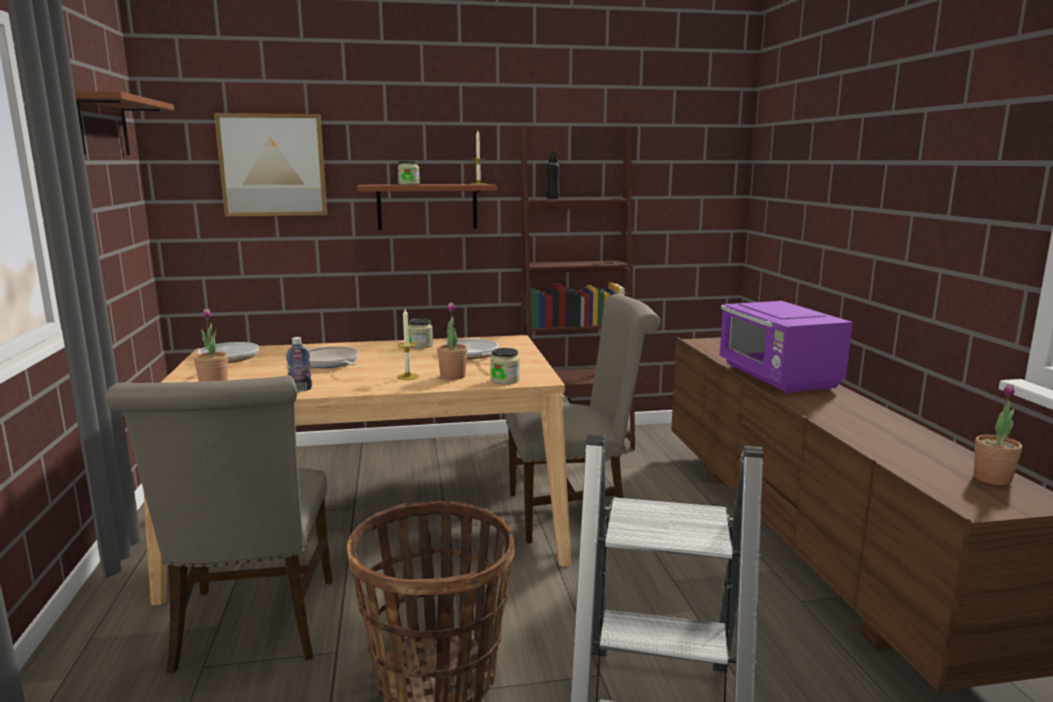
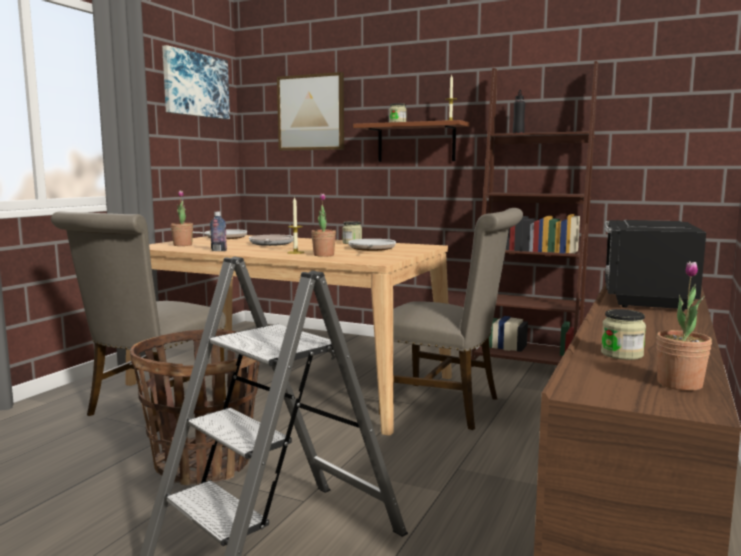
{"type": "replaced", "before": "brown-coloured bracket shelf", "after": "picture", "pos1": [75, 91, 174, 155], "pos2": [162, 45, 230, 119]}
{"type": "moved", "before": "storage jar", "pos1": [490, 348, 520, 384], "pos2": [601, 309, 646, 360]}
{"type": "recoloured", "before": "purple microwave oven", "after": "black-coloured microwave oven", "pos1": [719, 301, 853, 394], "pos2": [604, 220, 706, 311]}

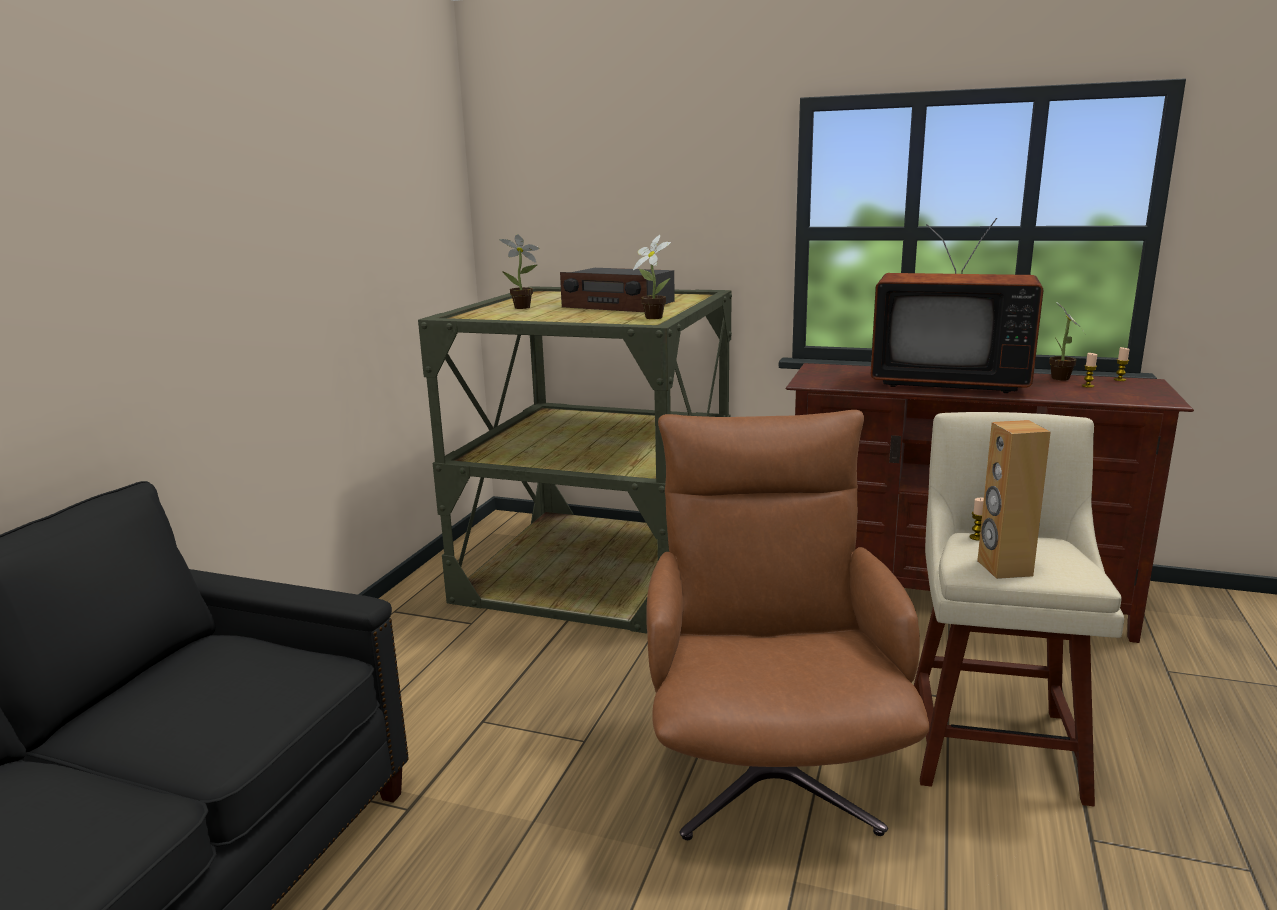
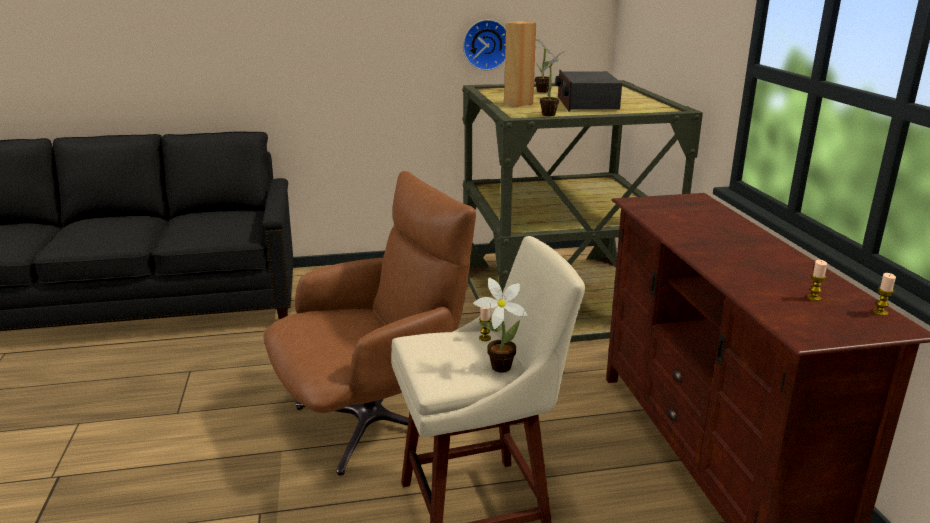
{"type": "removed", "before": "television", "pos1": [871, 218, 1043, 393]}
{"type": "moved", "before": "brown-coloured loudspeaker", "pos1": [977, 420, 1051, 579], "pos2": [504, 21, 536, 107]}
{"type": "moved", "before": "plant in a pot", "pos1": [1049, 301, 1086, 380], "pos2": [473, 278, 528, 373]}
{"type": "added", "after": "hanging clock", "pos2": [463, 20, 506, 70]}

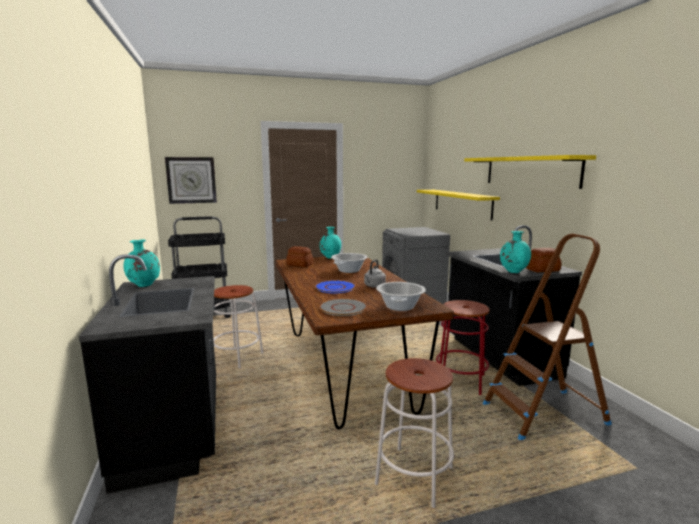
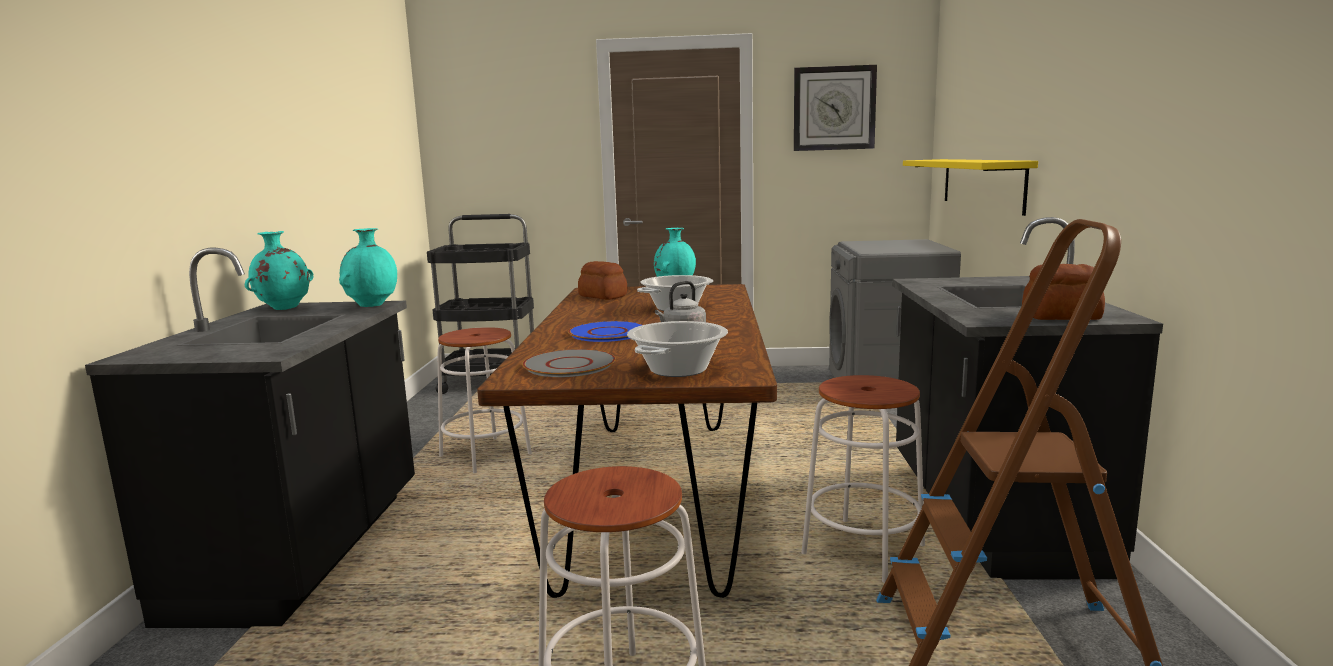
{"type": "moved", "before": "hanging clock", "pos1": [165, 157, 217, 204], "pos2": [794, 65, 877, 151]}
{"type": "recoloured", "before": "reddish stool seat", "after": "white stool seat", "pos1": [436, 300, 490, 395], "pos2": [802, 375, 925, 583]}
{"type": "removed", "before": "yellow-coloured bracket shelf", "pos1": [464, 155, 596, 189]}
{"type": "moved", "before": "turquoise-coloured decorative vase", "pos1": [500, 231, 531, 273], "pos2": [339, 228, 397, 307]}

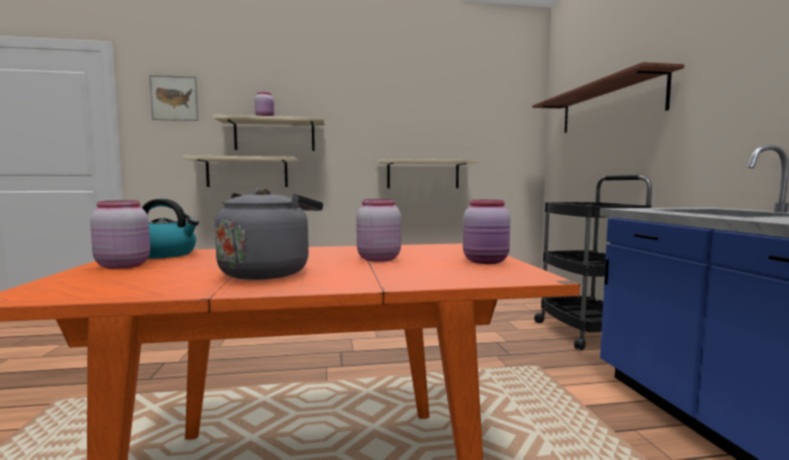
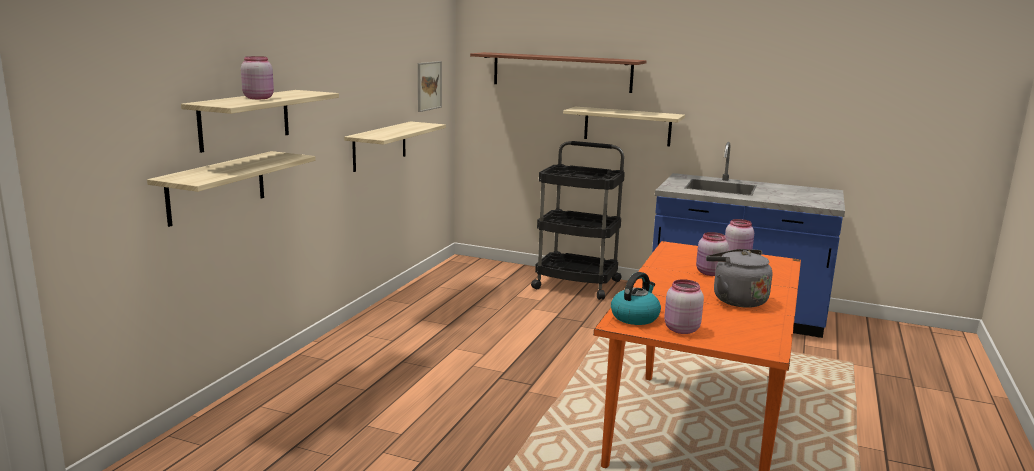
{"type": "moved", "before": "picture", "pos1": [149, 75, 199, 121], "pos2": [418, 61, 442, 112]}
{"type": "added", "after": "bracket shelf", "pos2": [563, 107, 685, 146]}

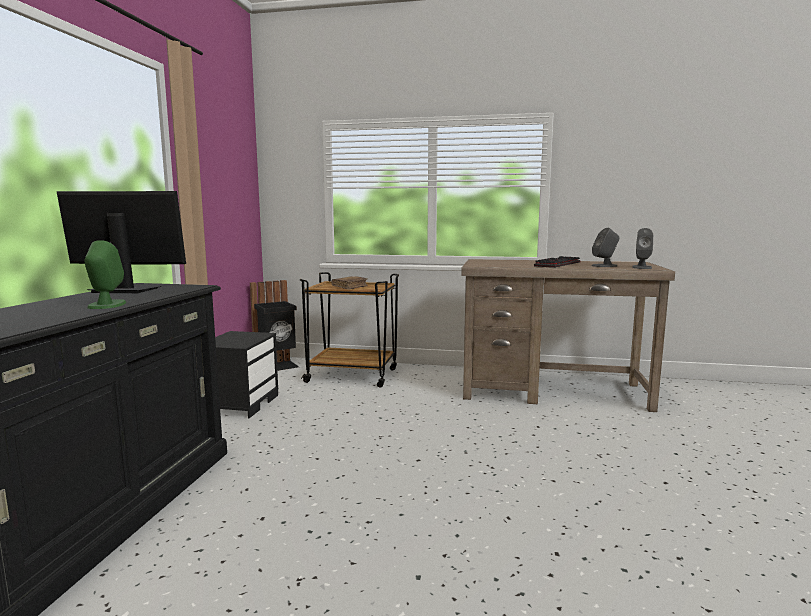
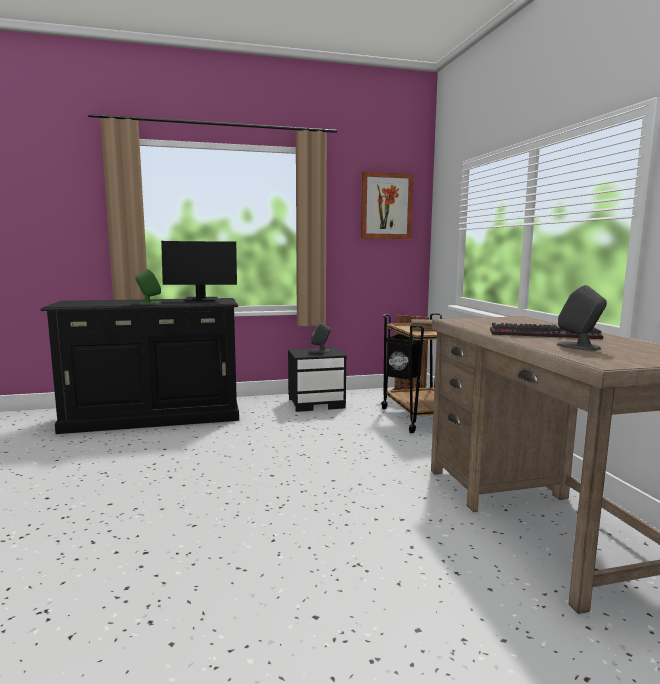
{"type": "turned", "before": "computer display", "pos1": [56, 191, 186, 293], "pos2": [161, 241, 237, 301], "turn": 105}
{"type": "moved", "before": "gray loudspeaker", "pos1": [632, 228, 653, 269], "pos2": [310, 322, 331, 353]}
{"type": "added", "after": "picture", "pos2": [361, 172, 413, 239]}

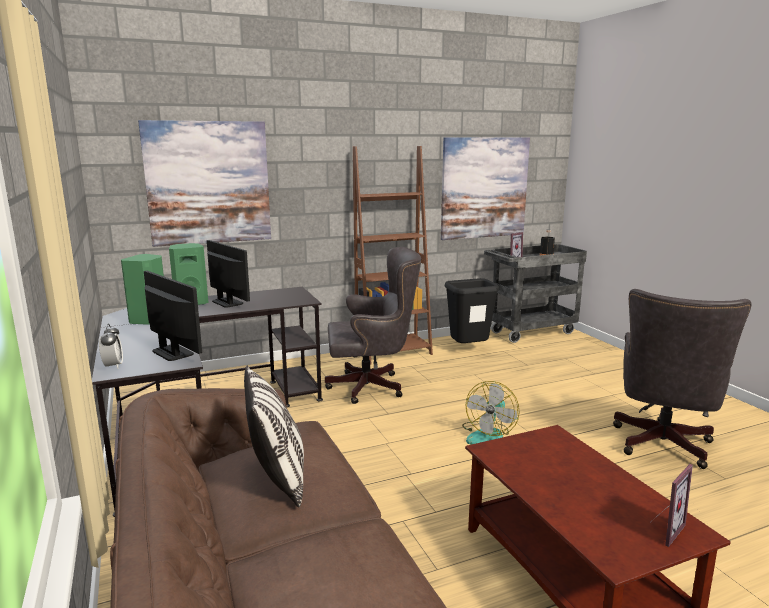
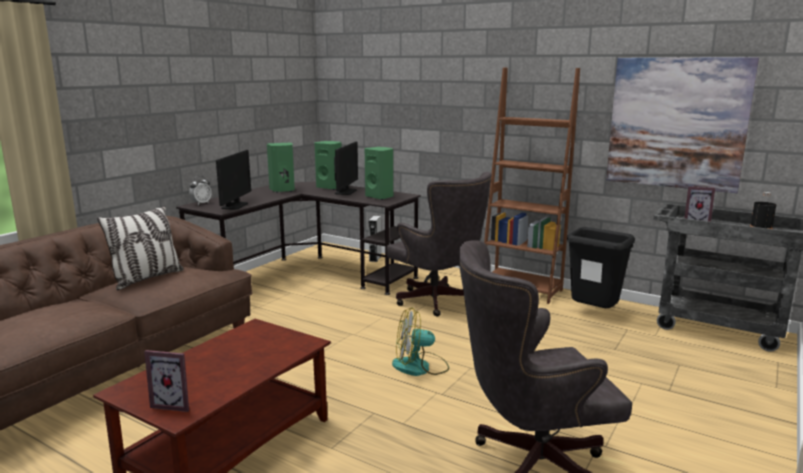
{"type": "removed", "before": "picture", "pos1": [138, 120, 271, 247]}
{"type": "added", "after": "green-coloured loudspeaker", "pos2": [365, 147, 393, 200]}
{"type": "added", "after": "gray loudspeaker", "pos2": [369, 216, 381, 262]}

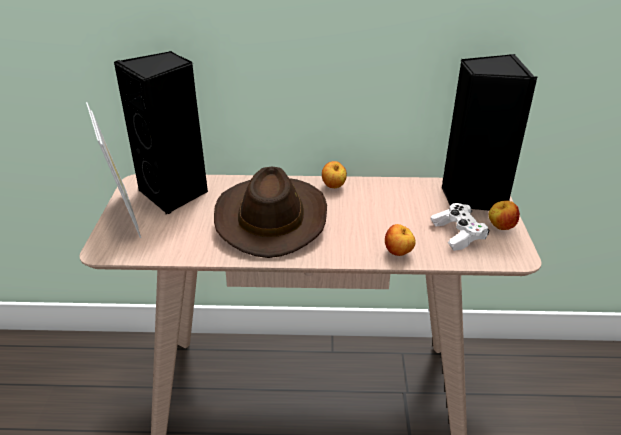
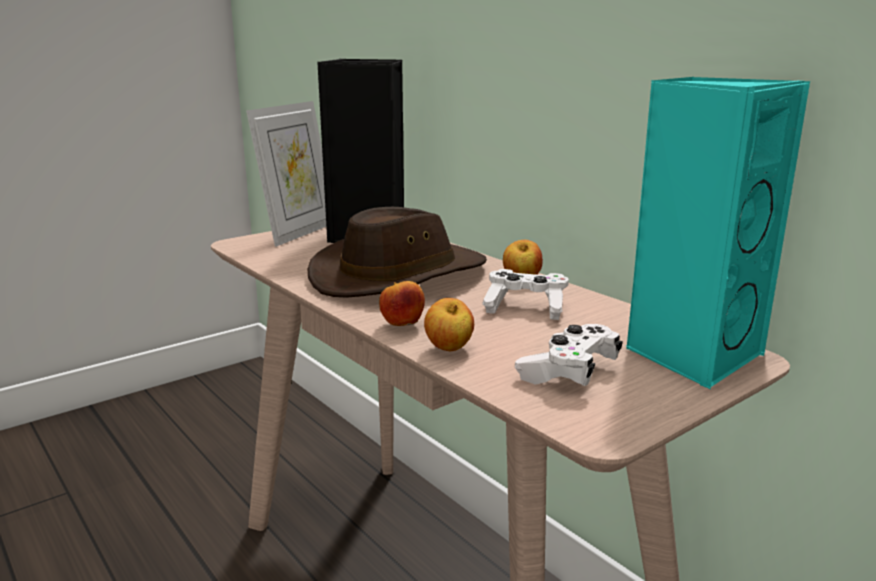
{"type": "recoloured", "before": "black-coloured loudspeaker", "after": "turquoise-coloured loudspeaker", "pos1": [442, 54, 537, 210], "pos2": [626, 77, 810, 389]}
{"type": "moved", "before": "apple", "pos1": [489, 201, 520, 230], "pos2": [379, 281, 425, 326]}
{"type": "added", "after": "white game controller", "pos2": [482, 269, 569, 320]}

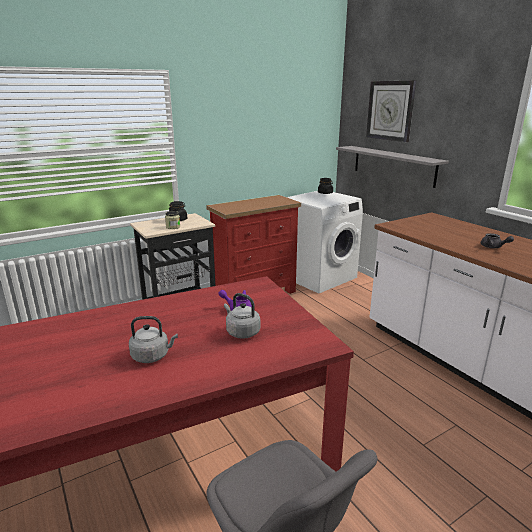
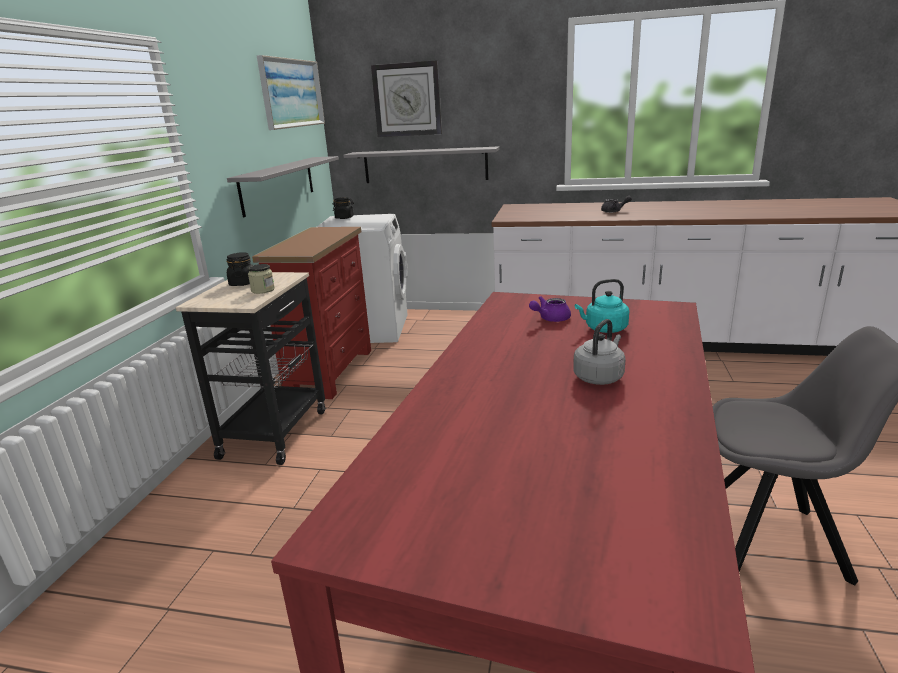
{"type": "recoloured", "before": "gray tea kettle", "after": "turquoise-coloured tea kettle", "pos1": [224, 293, 260, 339], "pos2": [575, 279, 629, 333]}
{"type": "added", "after": "gray bracket shelf", "pos2": [227, 156, 339, 217]}
{"type": "added", "after": "picture", "pos2": [257, 55, 325, 130]}

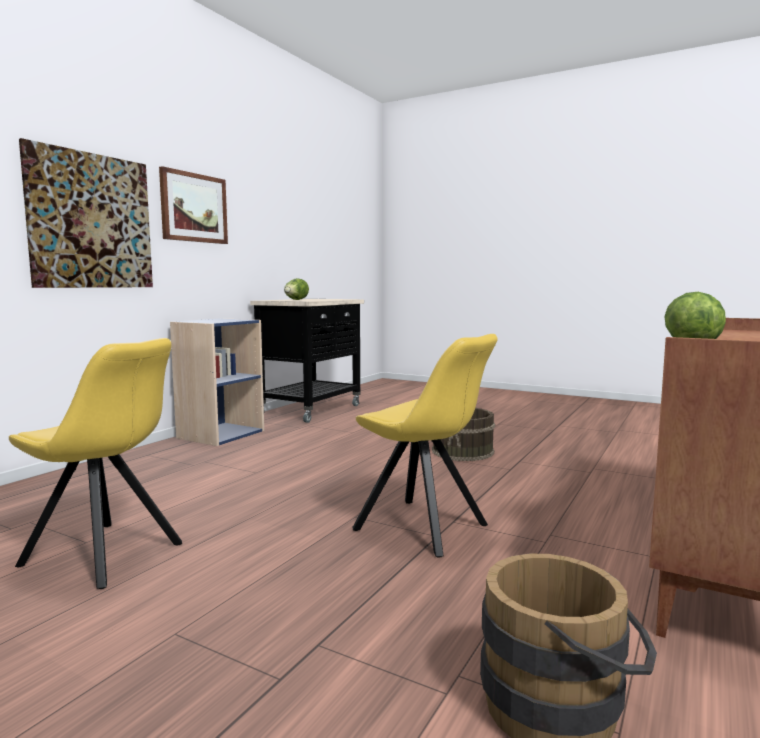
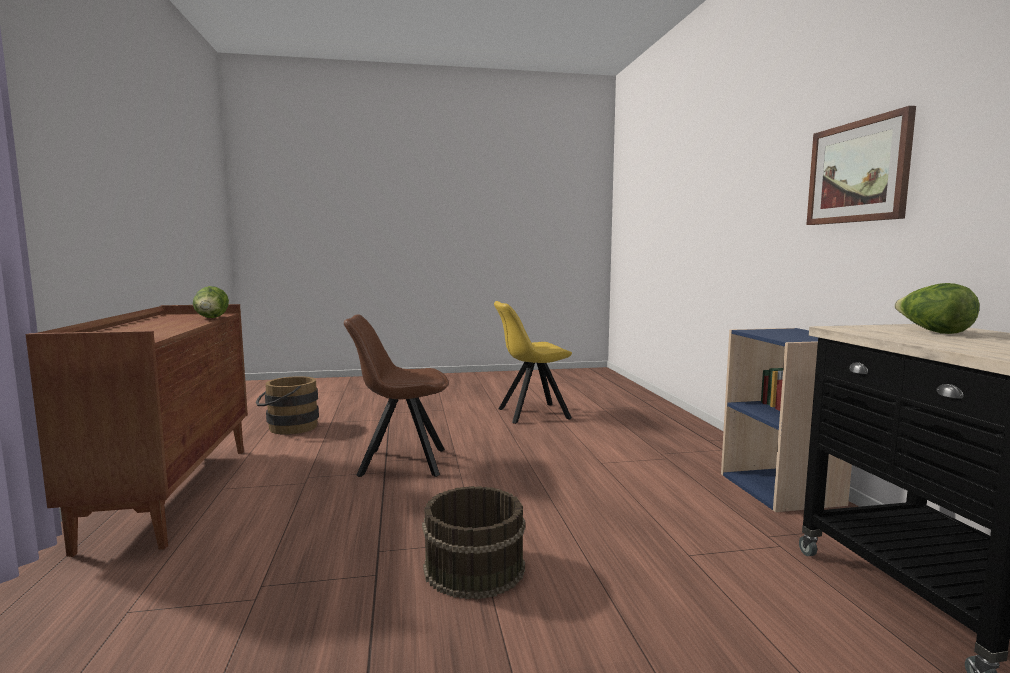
{"type": "removed", "before": "picture", "pos1": [19, 138, 153, 288]}
{"type": "recoloured", "before": "yellow-coloured plain chair", "after": "brown-coloured plain chair", "pos1": [352, 334, 498, 558], "pos2": [344, 314, 449, 477]}

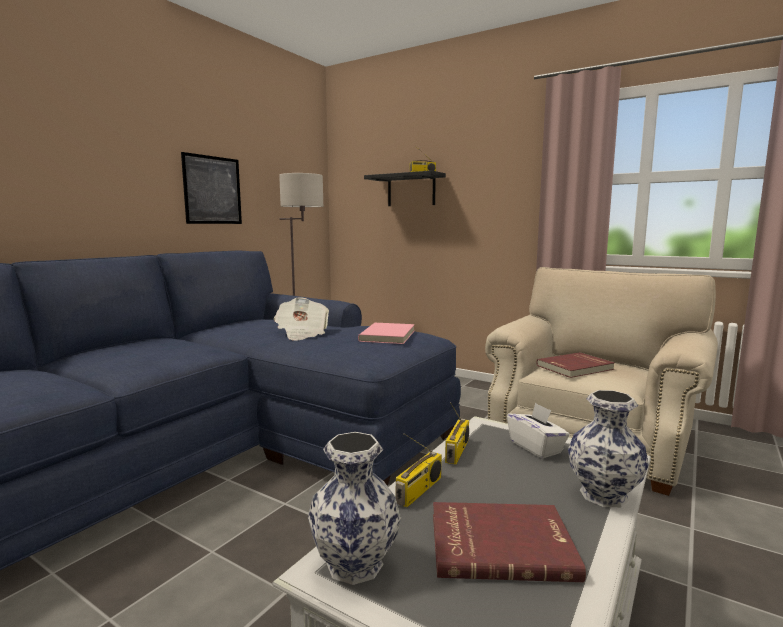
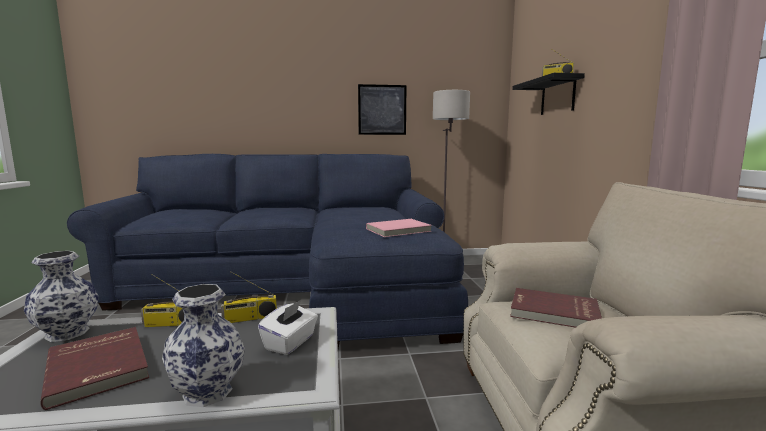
{"type": "removed", "before": "newspaper", "pos1": [274, 298, 329, 341]}

